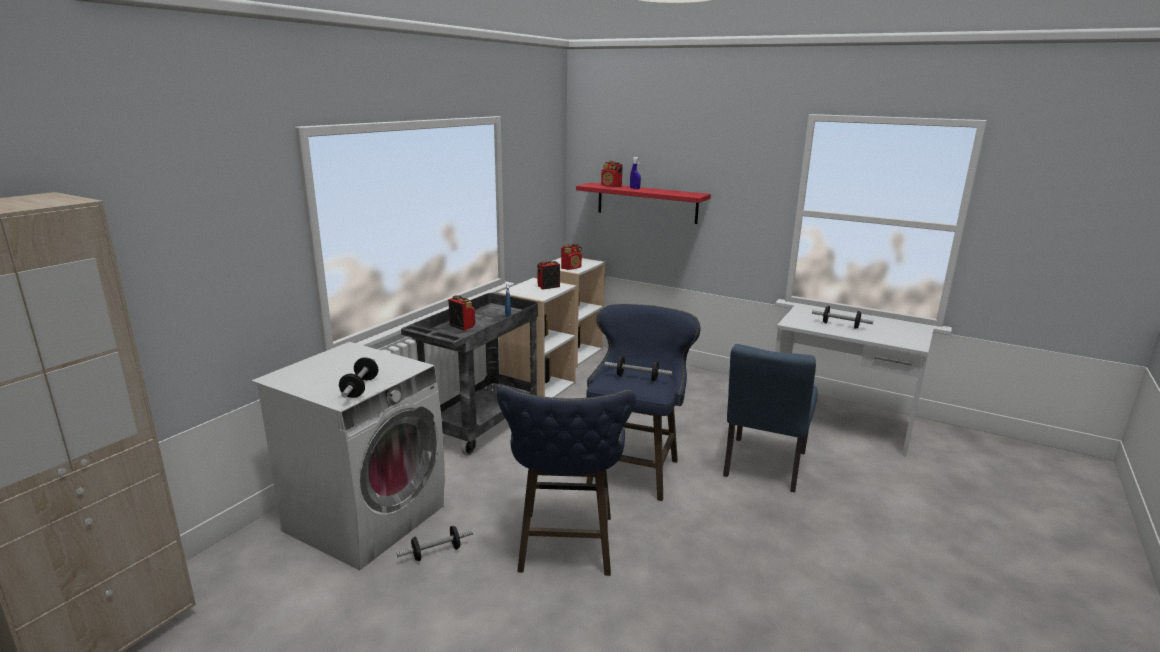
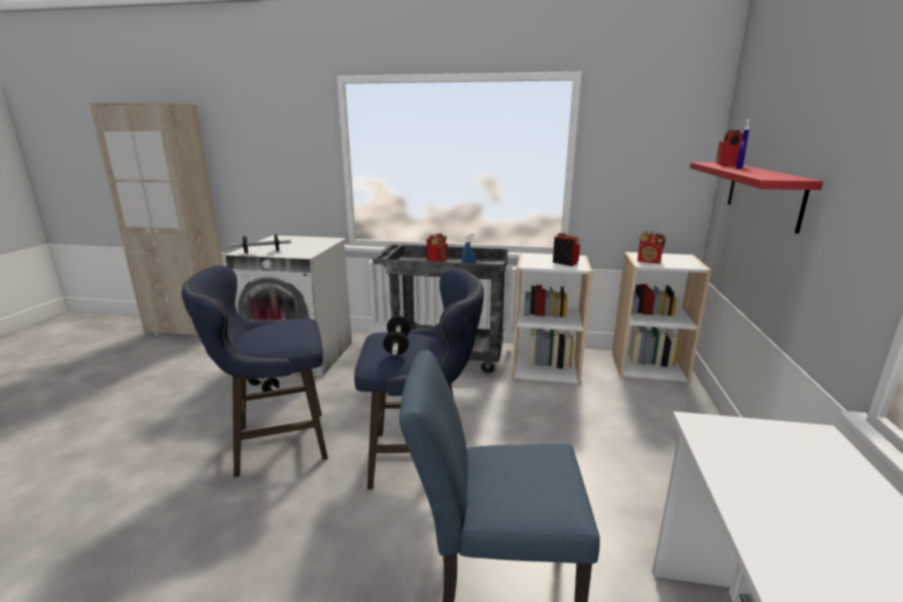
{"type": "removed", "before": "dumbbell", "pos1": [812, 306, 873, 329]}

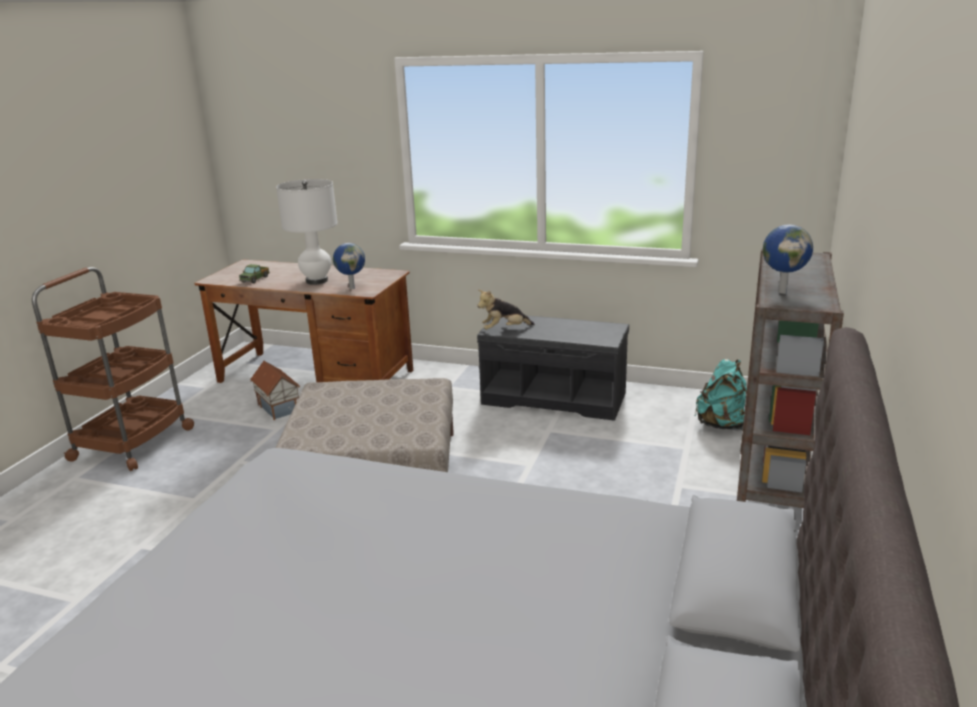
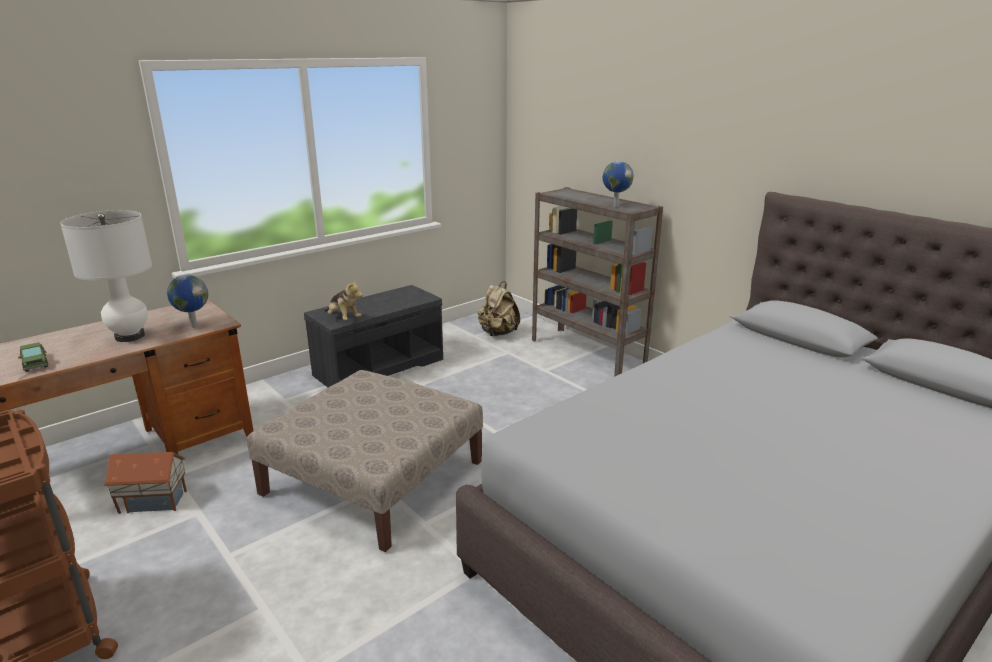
{"type": "turned", "before": "plush toy", "pos1": [477, 290, 535, 330], "pos2": [324, 279, 363, 320], "turn": -60}
{"type": "recoloured", "before": "turquoise-coloured knapsack", "after": "beige knapsack", "pos1": [695, 359, 747, 431], "pos2": [478, 282, 520, 336]}

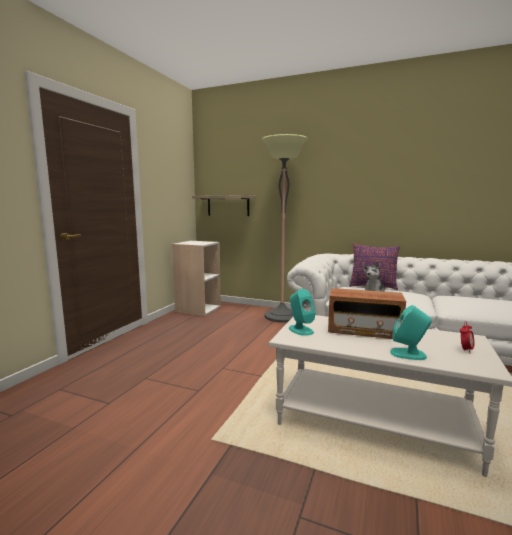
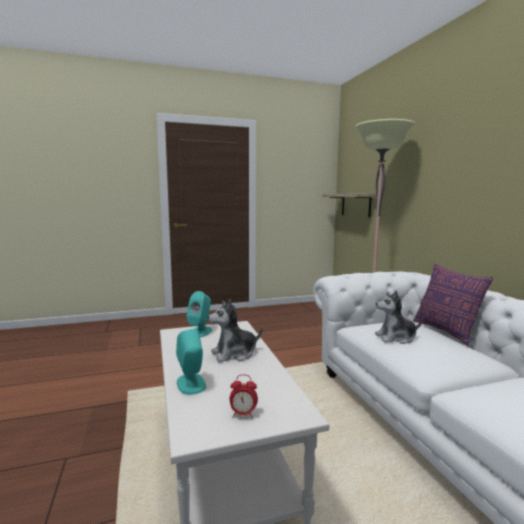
{"type": "removed", "before": "shelving unit", "pos1": [172, 241, 221, 316]}
{"type": "replaced", "before": "radio receiver", "after": "plush toy", "pos1": [328, 288, 406, 339], "pos2": [208, 299, 263, 362]}

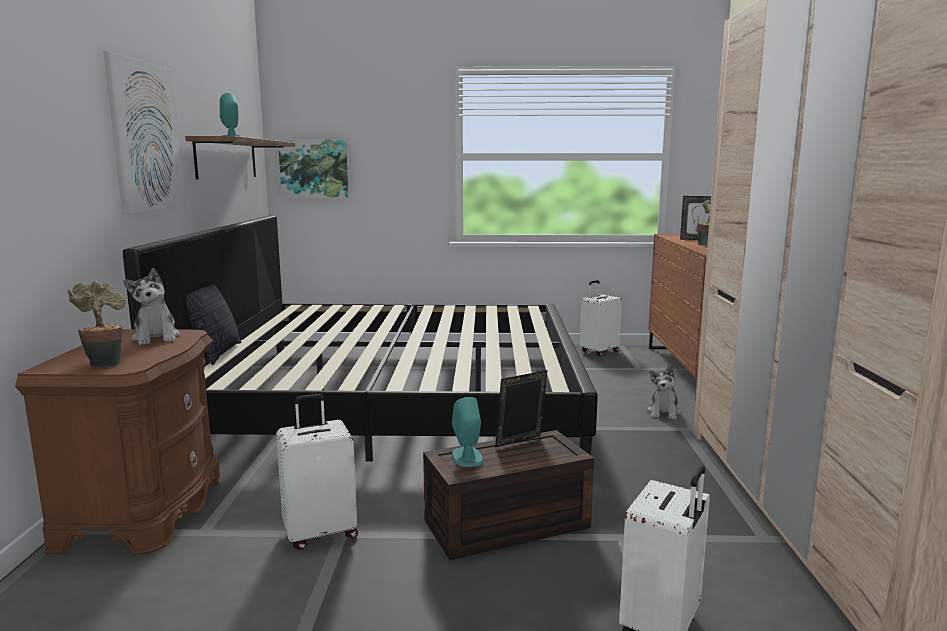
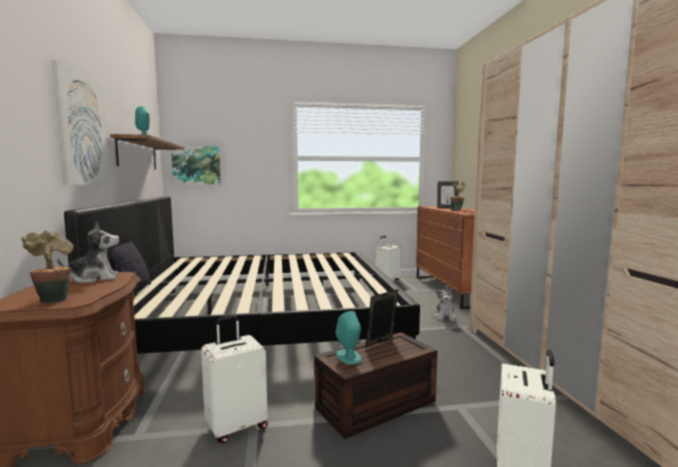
{"type": "turned", "before": "plush toy", "pos1": [123, 268, 180, 345], "pos2": [57, 222, 120, 283], "turn": -75}

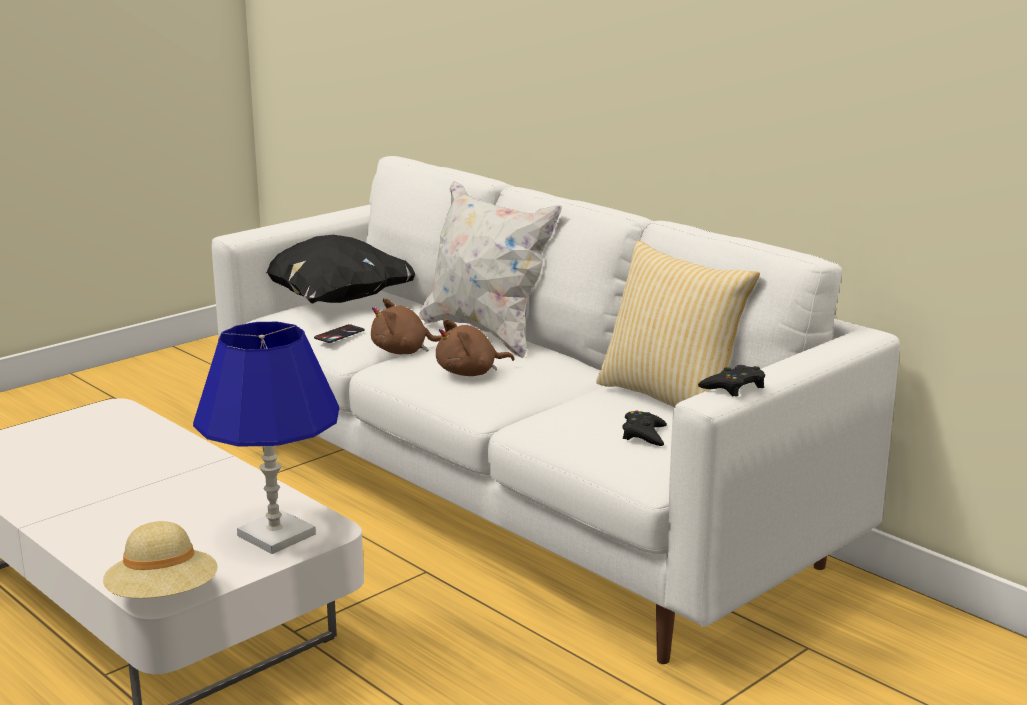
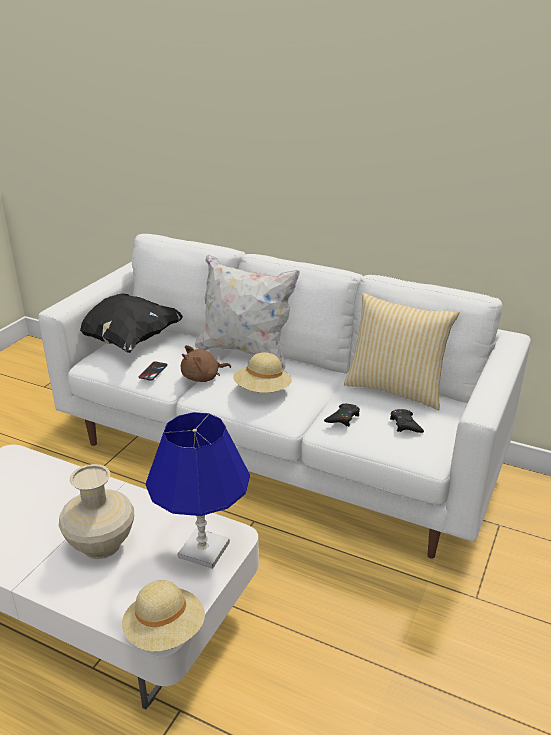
{"type": "replaced", "before": "brown-coloured plush toy", "after": "beige hat", "pos1": [436, 319, 514, 376], "pos2": [233, 352, 292, 393]}
{"type": "moved", "before": "black-coloured game controller", "pos1": [698, 365, 765, 397], "pos2": [324, 404, 360, 426]}
{"type": "added", "after": "beige decorative vase", "pos2": [59, 464, 134, 559]}

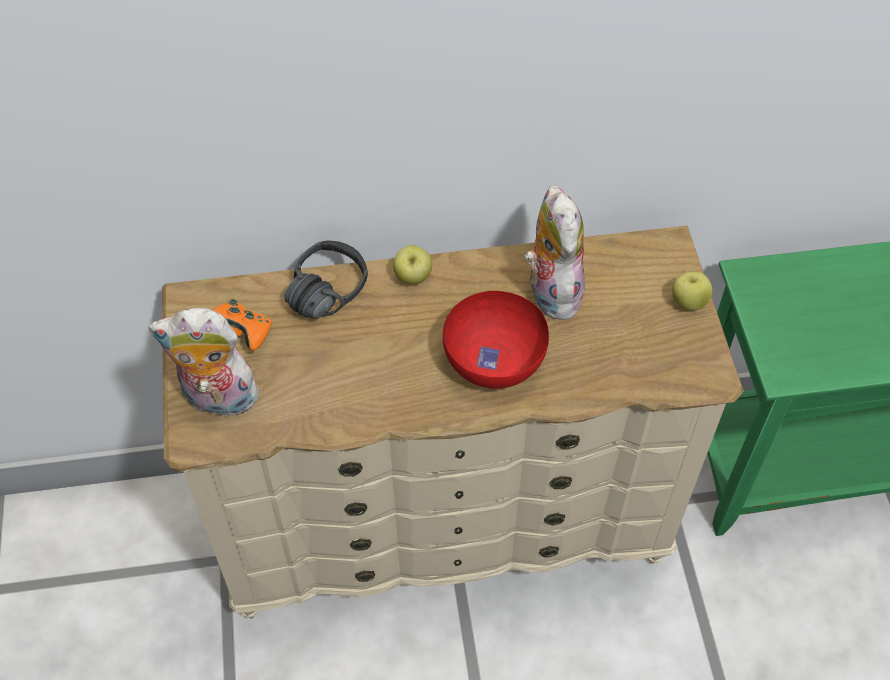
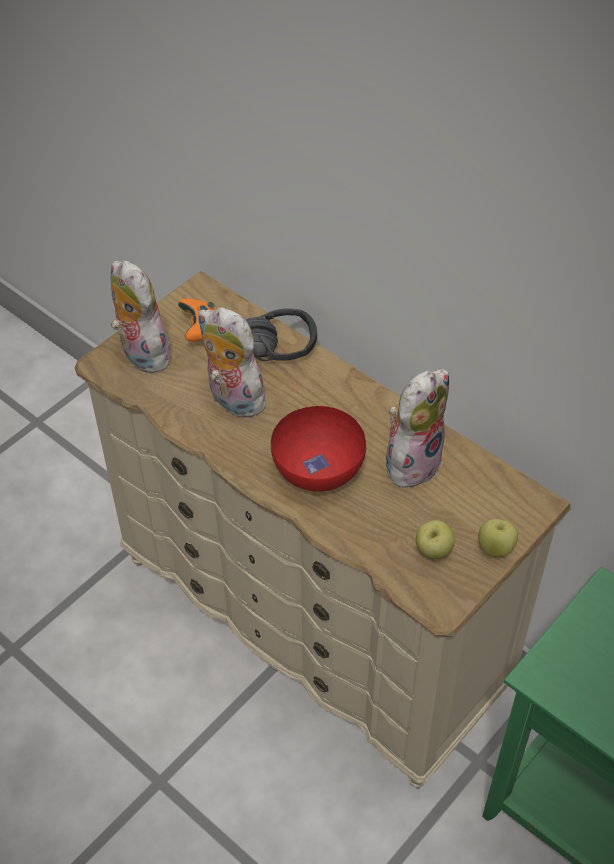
{"type": "moved", "before": "apple", "pos1": [393, 245, 432, 284], "pos2": [416, 520, 455, 559]}
{"type": "added", "after": "plush toy", "pos2": [198, 307, 265, 418]}

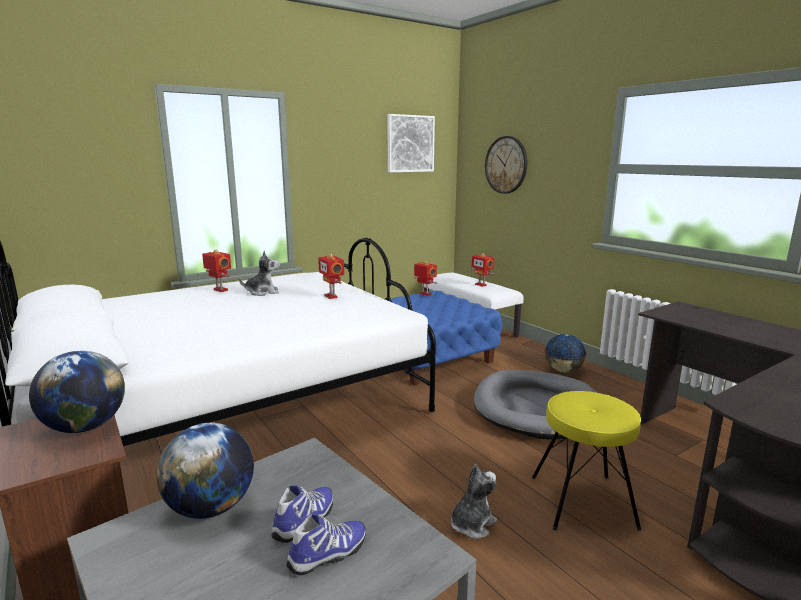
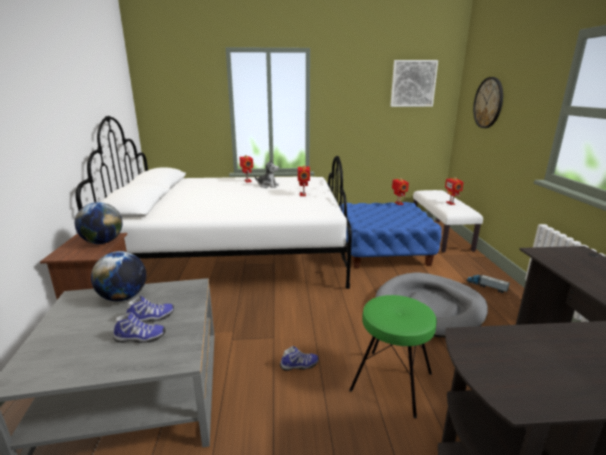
{"type": "replaced", "before": "plush toy", "after": "item of footwear", "pos1": [451, 464, 497, 539], "pos2": [280, 346, 319, 371]}
{"type": "recoloured", "before": "yellow-coloured stool seat", "after": "green-coloured stool seat", "pos1": [532, 391, 641, 531], "pos2": [349, 295, 437, 419]}
{"type": "replaced", "before": "world globe", "after": "toy truck", "pos1": [544, 334, 587, 373], "pos2": [466, 274, 510, 293]}

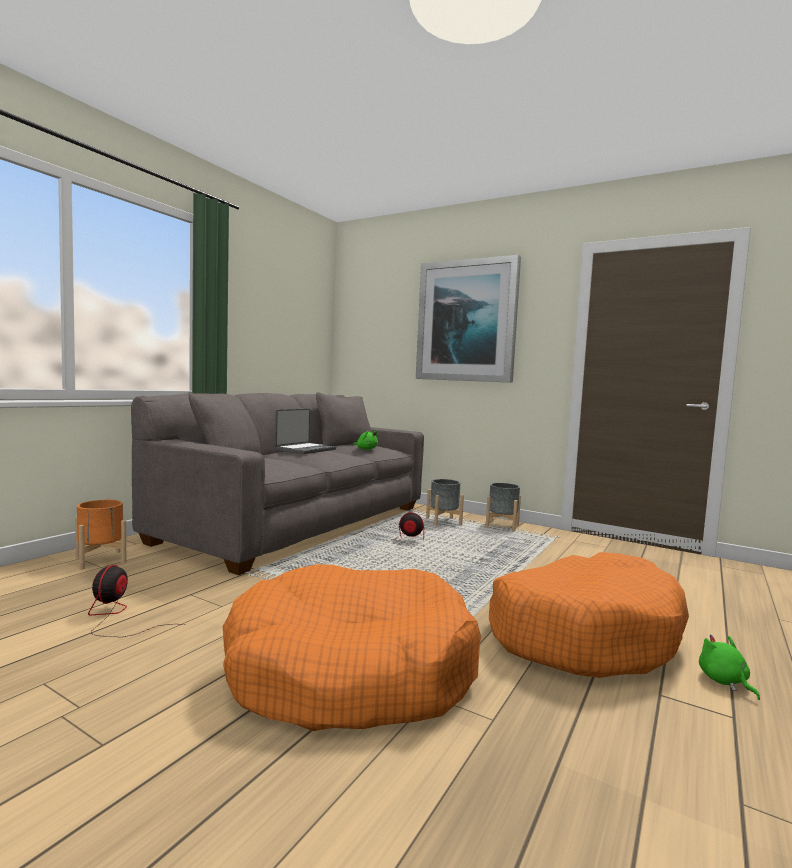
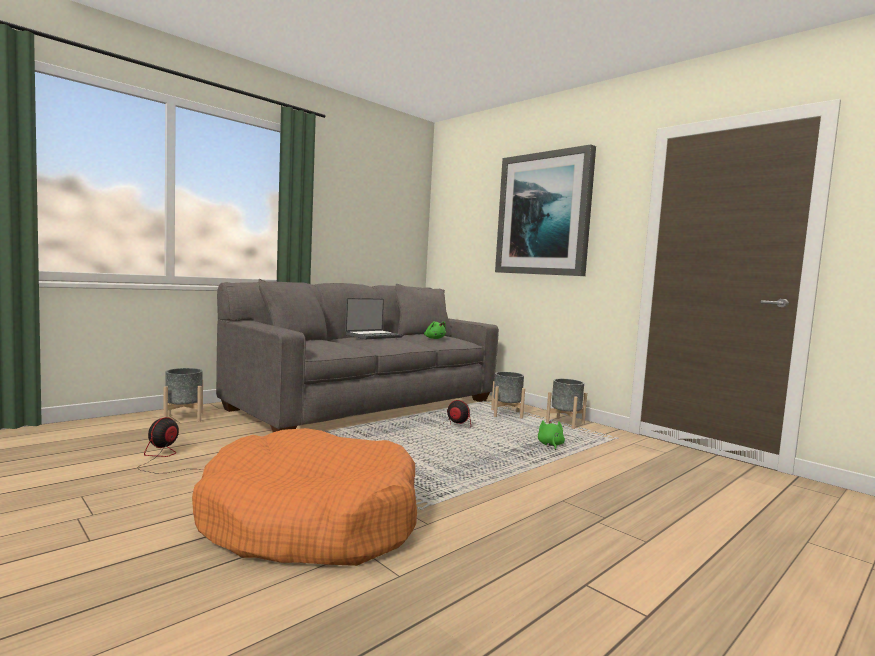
{"type": "recoloured", "before": "orange-coloured flower pot", "after": "gray flower pot", "pos1": [75, 500, 126, 570], "pos2": [163, 368, 203, 422]}
{"type": "removed", "before": "orange-coloured dog bed", "pos1": [489, 552, 689, 678]}
{"type": "moved", "before": "green-coloured plush toy", "pos1": [699, 635, 760, 700], "pos2": [538, 420, 565, 450]}

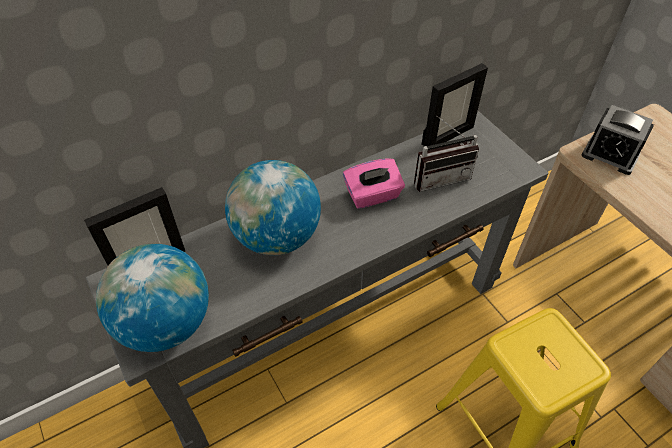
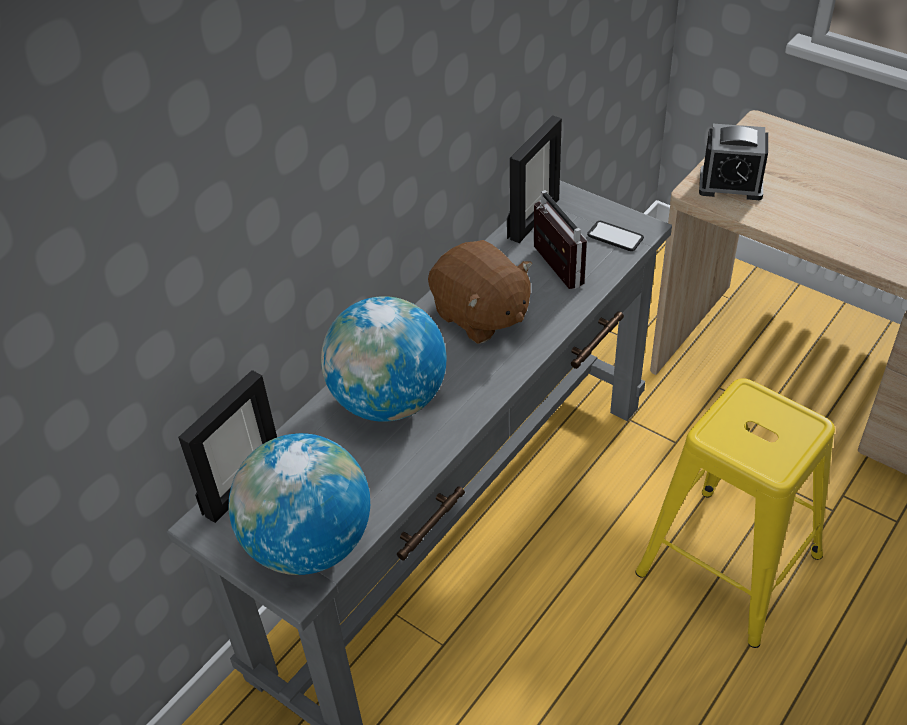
{"type": "replaced", "before": "pink tissue box", "after": "brown-coloured plush toy", "pos1": [343, 159, 405, 209], "pos2": [428, 240, 532, 344]}
{"type": "turned", "before": "radio receiver", "pos1": [414, 116, 479, 192], "pos2": [534, 190, 587, 289], "turn": -75}
{"type": "added", "after": "handset", "pos2": [587, 221, 644, 251]}

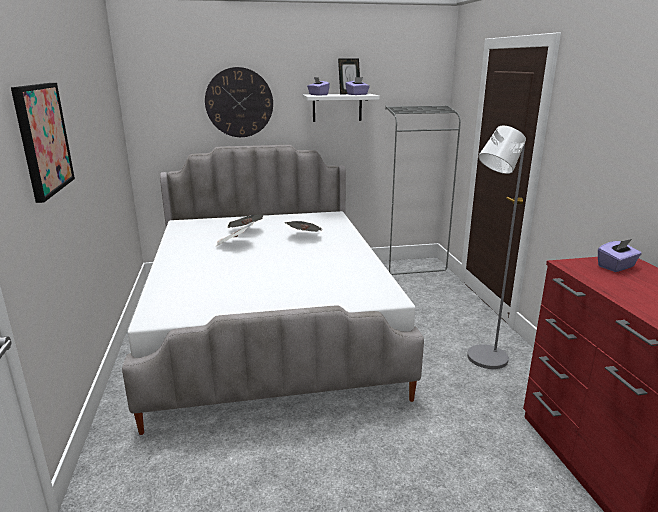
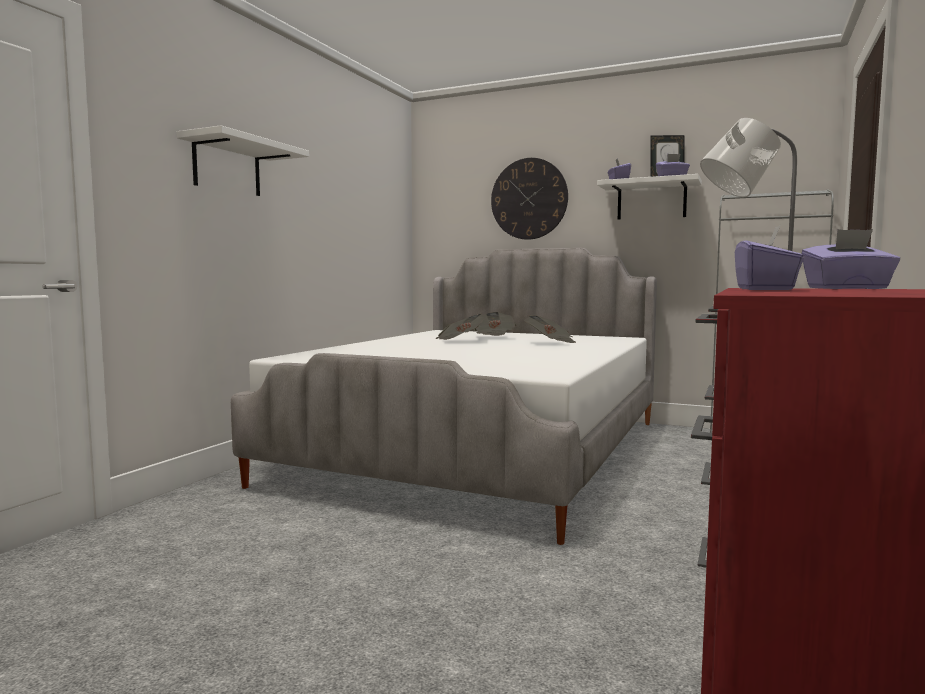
{"type": "replaced", "before": "picture", "after": "white bracket shelf", "pos1": [11, 83, 75, 203], "pos2": [177, 125, 309, 196]}
{"type": "added", "after": "purple tissue box", "pos2": [735, 225, 804, 290]}

